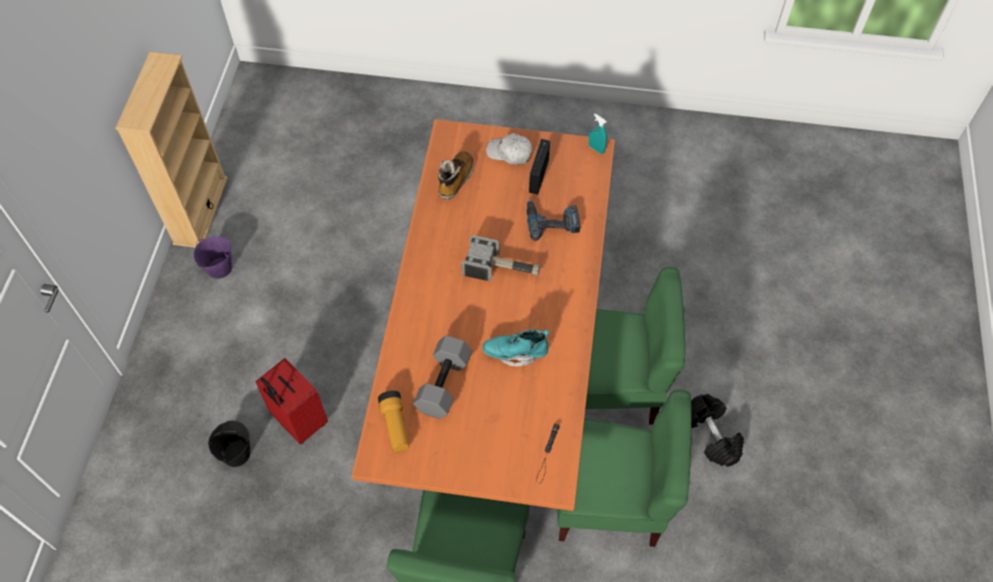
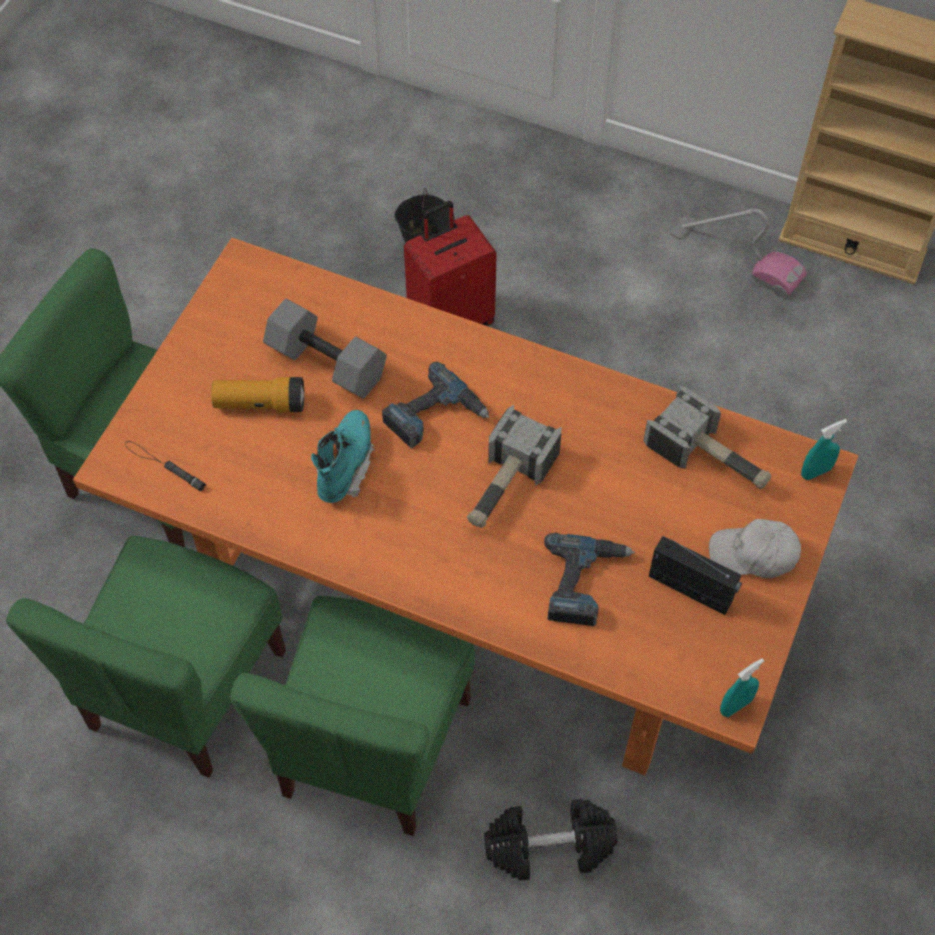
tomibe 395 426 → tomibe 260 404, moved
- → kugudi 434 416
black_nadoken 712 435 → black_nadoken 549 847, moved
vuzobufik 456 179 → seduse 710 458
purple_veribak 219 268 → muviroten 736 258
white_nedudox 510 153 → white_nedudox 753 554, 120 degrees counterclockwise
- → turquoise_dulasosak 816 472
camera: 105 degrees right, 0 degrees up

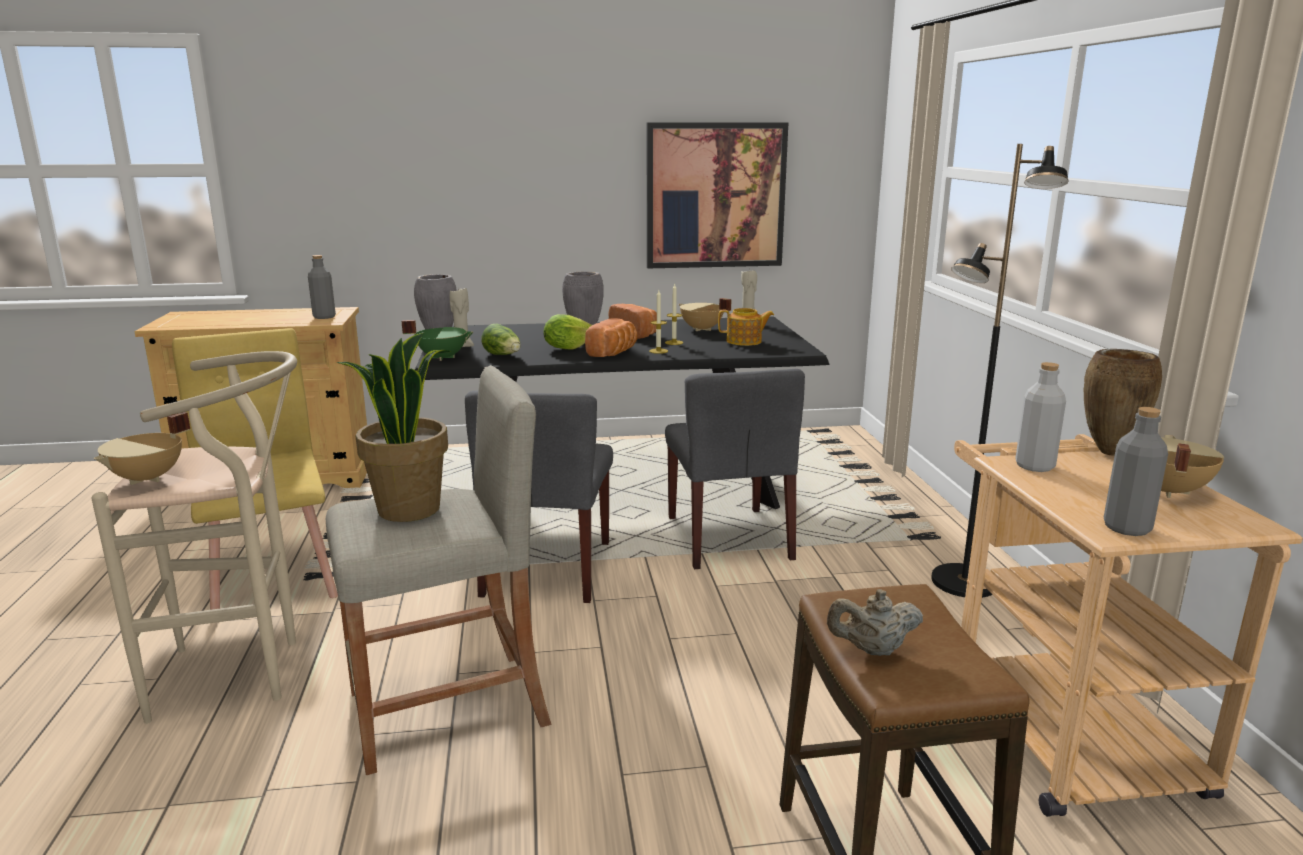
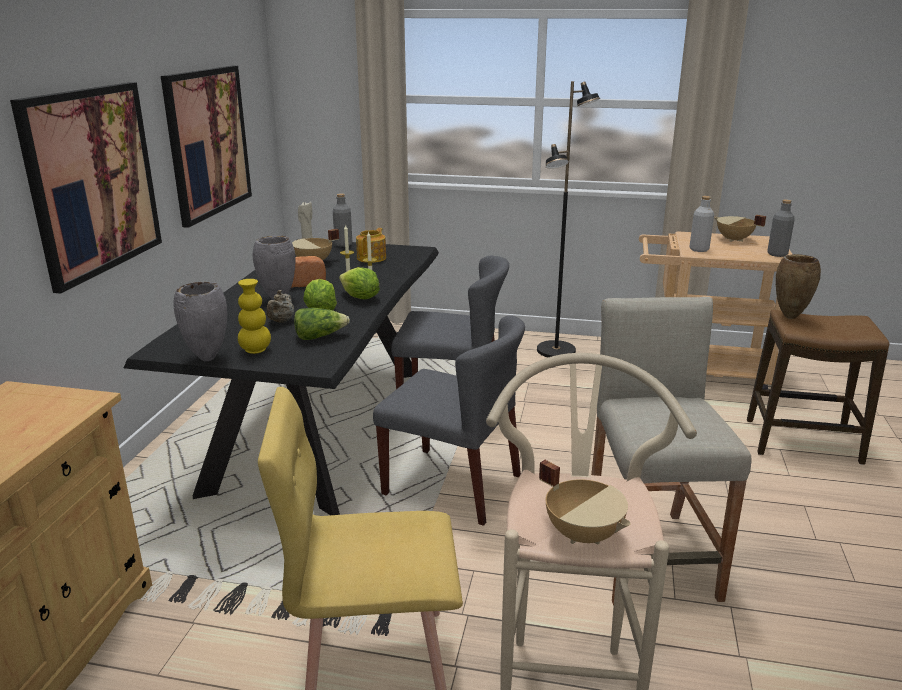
- → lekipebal 93 181
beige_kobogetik 462 346 → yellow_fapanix 255 350
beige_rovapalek 872 650 → beige_rovapalek 281 321, moved
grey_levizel 324 317 → grey_levizel 343 244, moved
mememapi 614 353 → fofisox 360 298
brown_fapanix 1109 452 → brown_fapanix 789 317, moved
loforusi 408 509 → -
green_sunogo 442 357 → -
camera: 70 degrees left, 5 degrees up

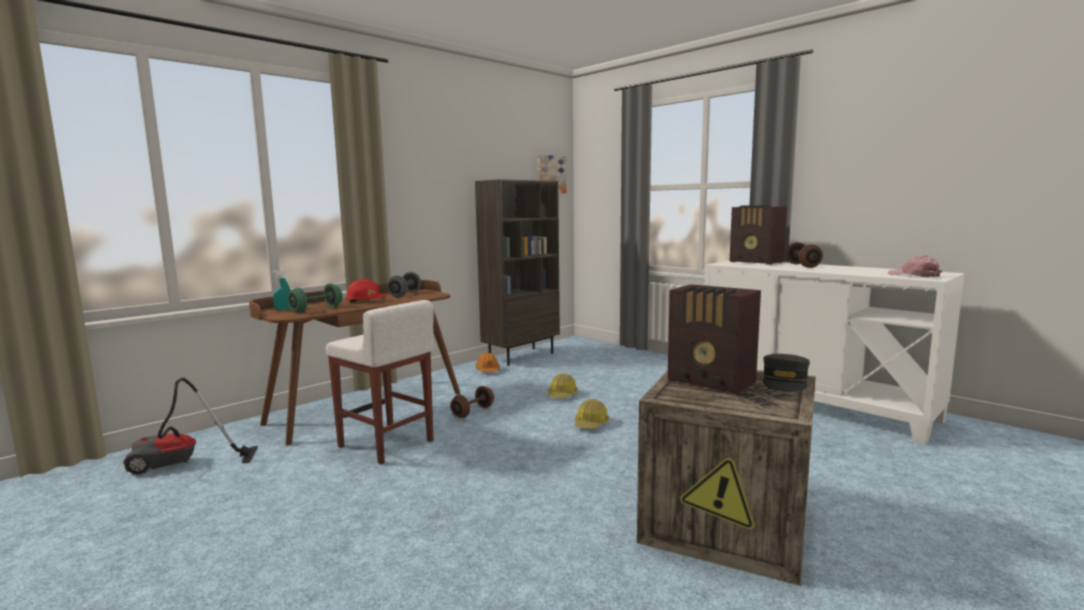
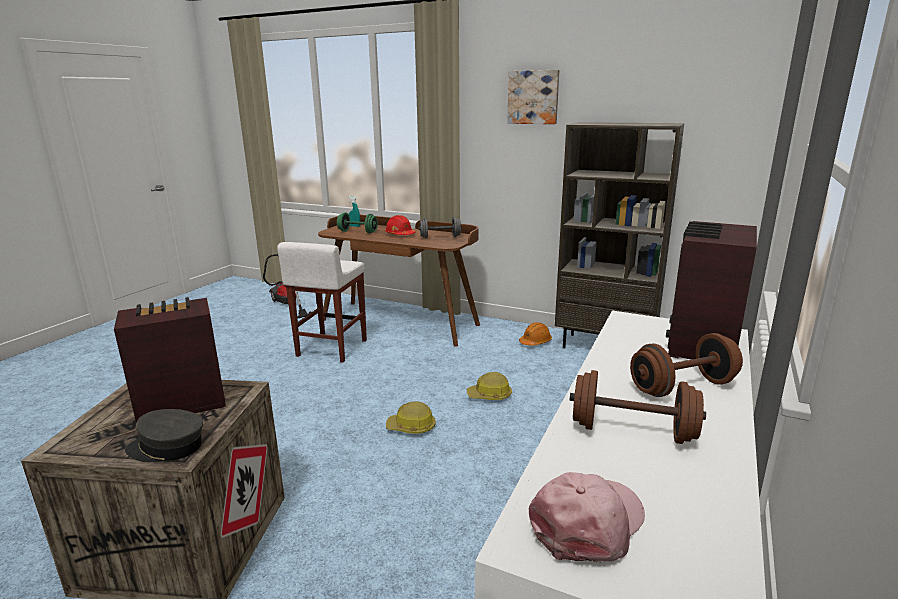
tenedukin 712 382 → tenedukin 180 404, 45 degrees clockwise
lekipebal 550 174 → lekipebal 533 97, moved
brown_nadoken 473 412 → brown_nadoken 632 431, moved
camera: 70 degrees right, 10 degrees up

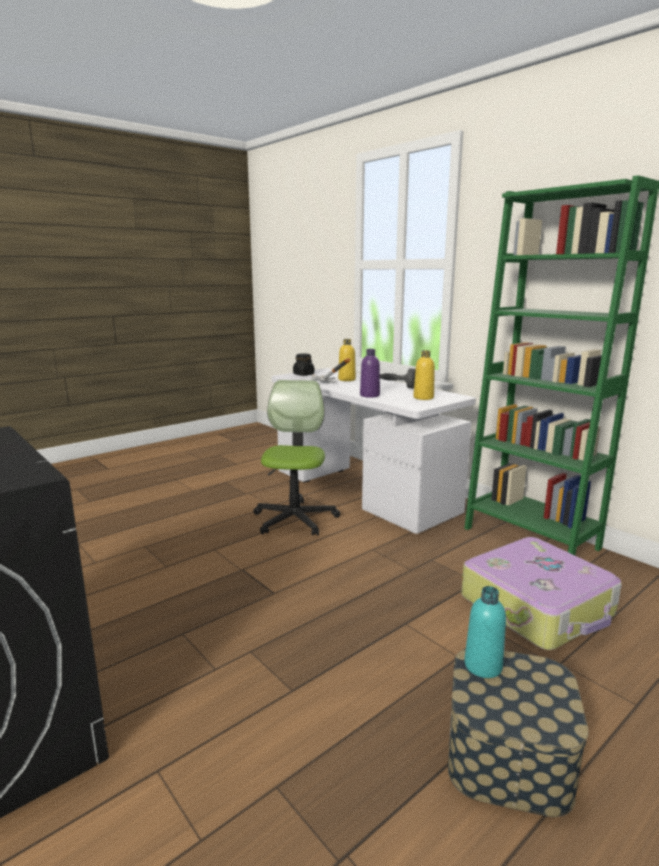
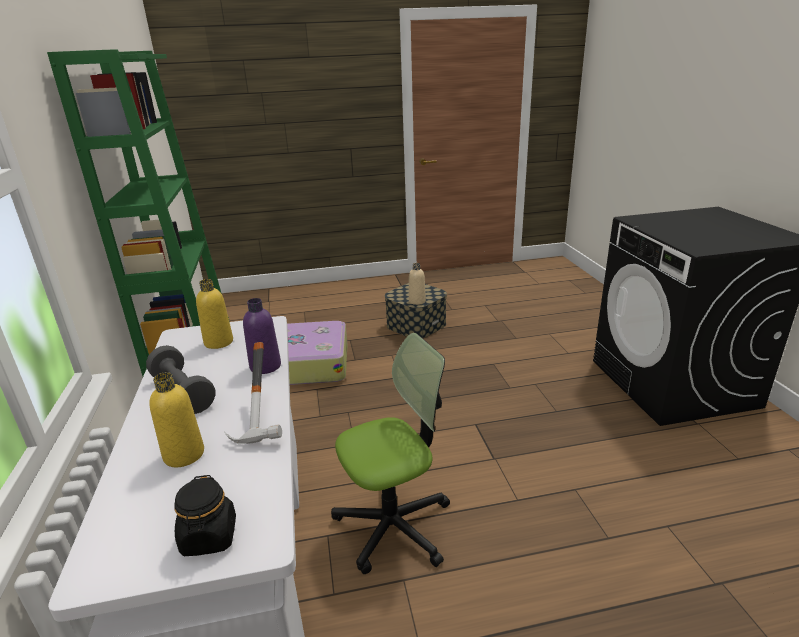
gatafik 295 519 → gatafik 394 525, 150 degrees counterclockwise
turquoise_levizel 483 666 → beige_levizel 417 301
camera: 150 degrees left, 10 degrees up

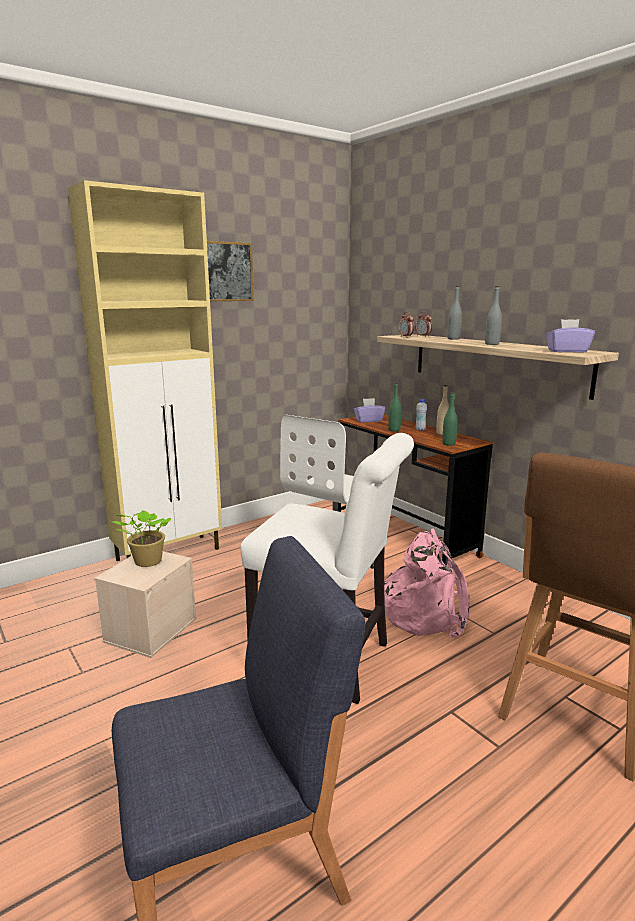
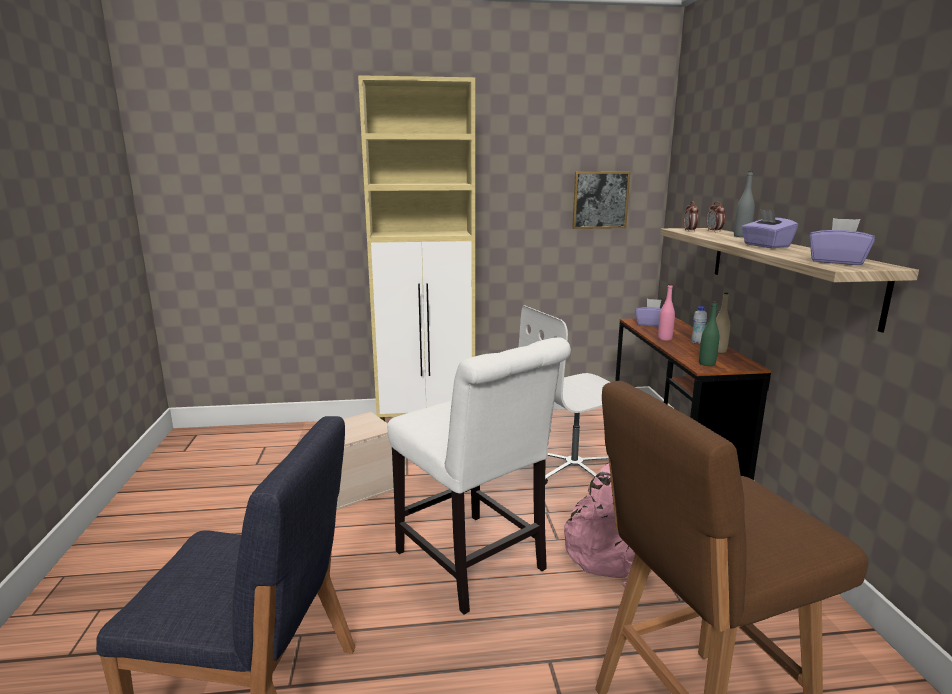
lekipebal 226 271 → lekipebal 600 200, moved
green_levizel 394 430 → pink_levizel 665 338
grey_levizel 492 344 → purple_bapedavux 765 246
loforusi 146 562 → -
camera: 30 degrees right, 0 degrees up

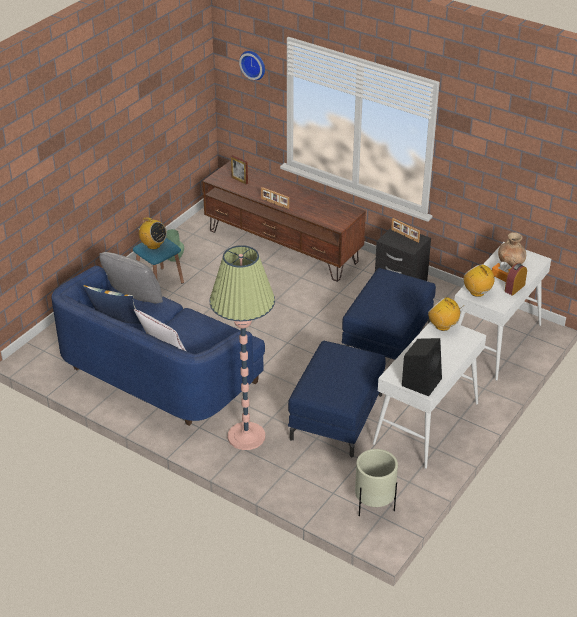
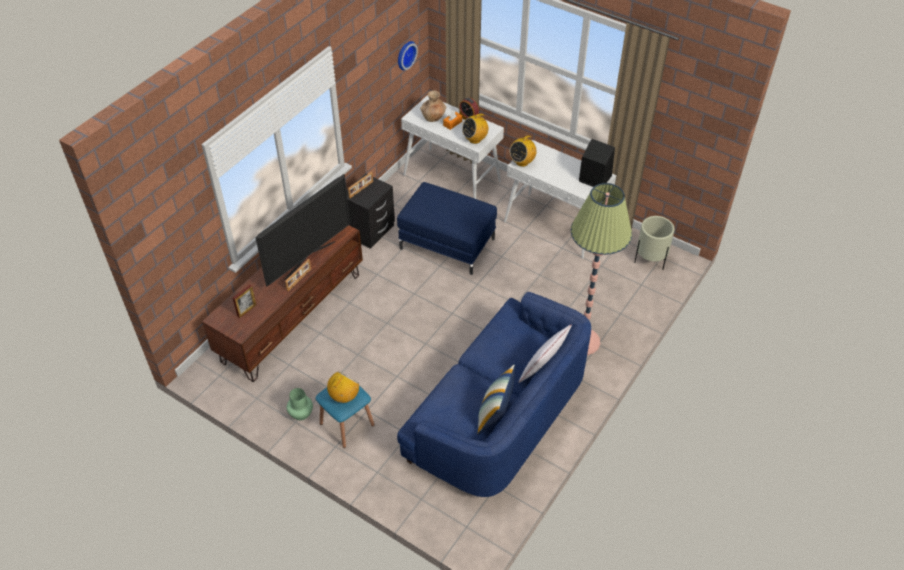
- → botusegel 309 259
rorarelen 253 64 → rorarelen 405 54, moved
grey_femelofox 133 300 → -
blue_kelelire 337 417 → -
camera: 90 degrees left, 10 degrees up

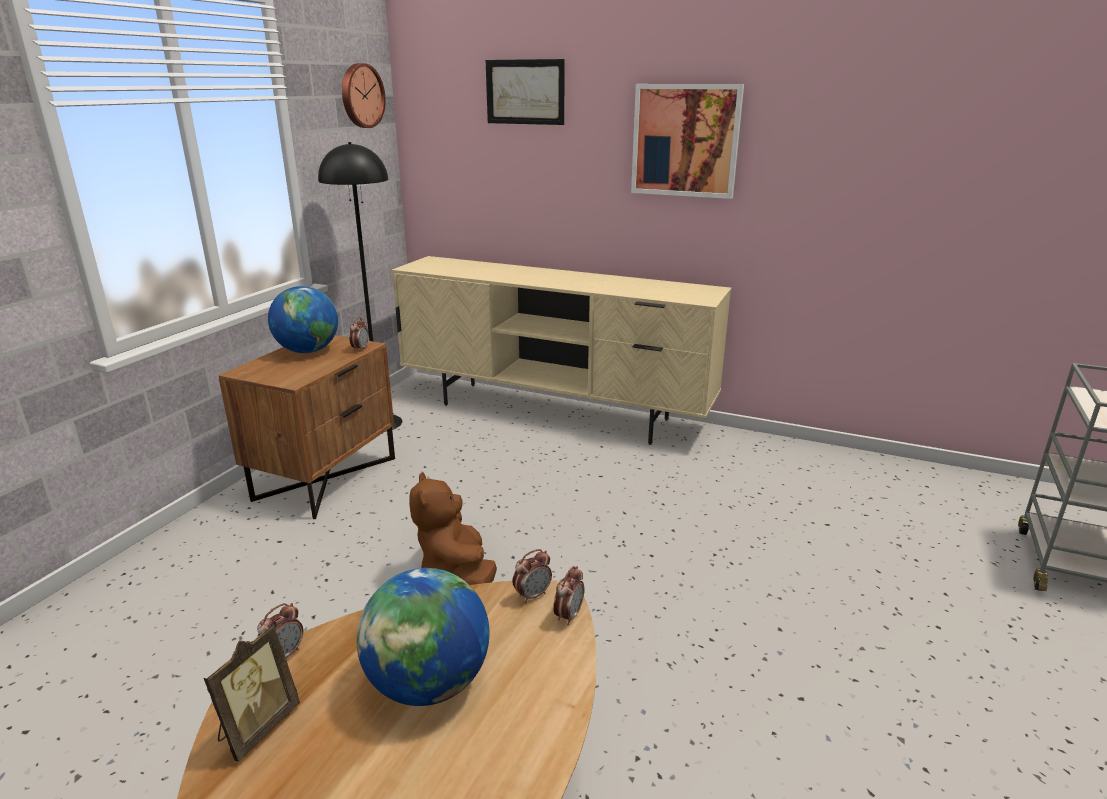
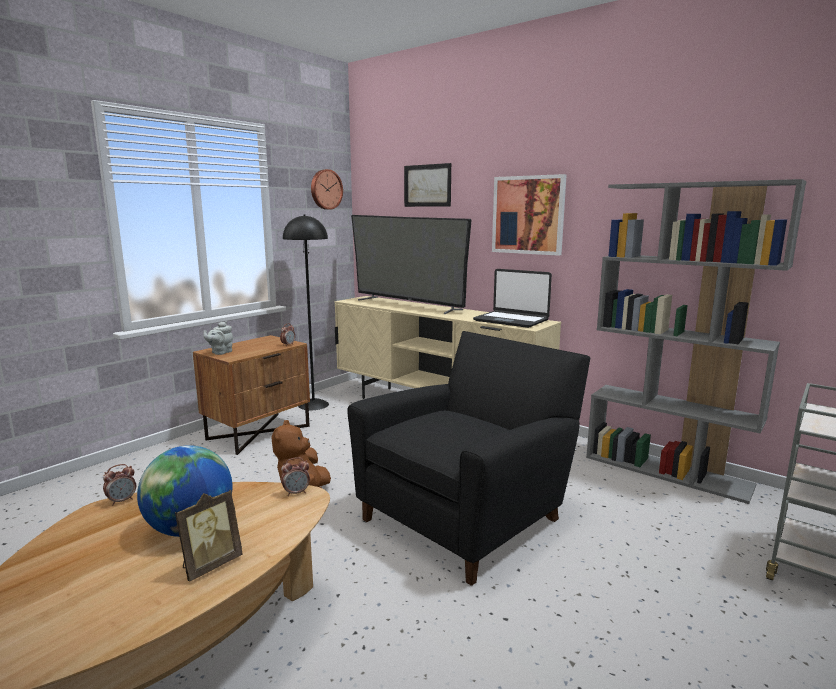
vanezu 257 727 → vanezu 210 565, moved
- → grey_rovapalek 220 352
- → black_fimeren 468 515
- → botusegel 407 304
- → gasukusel 511 320
- → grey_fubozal 667 471
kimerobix 308 351 → -
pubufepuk 568 615 → -
camera: 15 degrees right, 10 degrees down

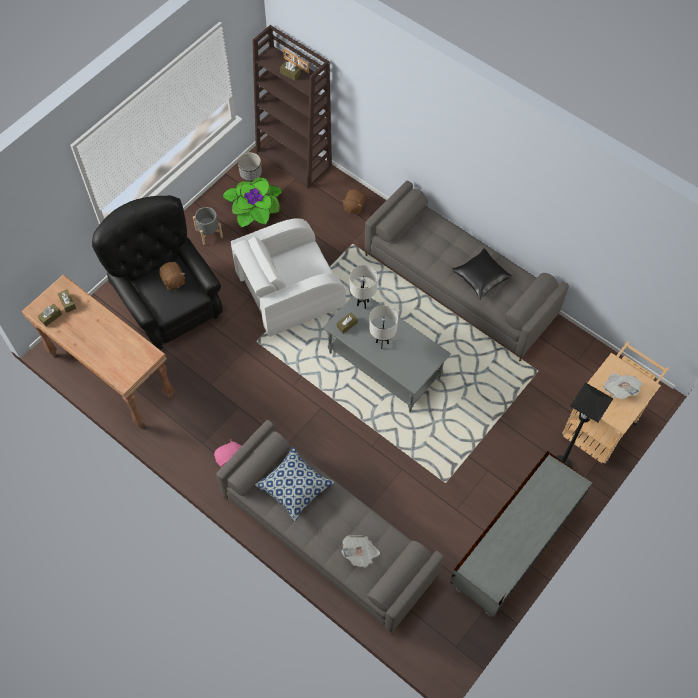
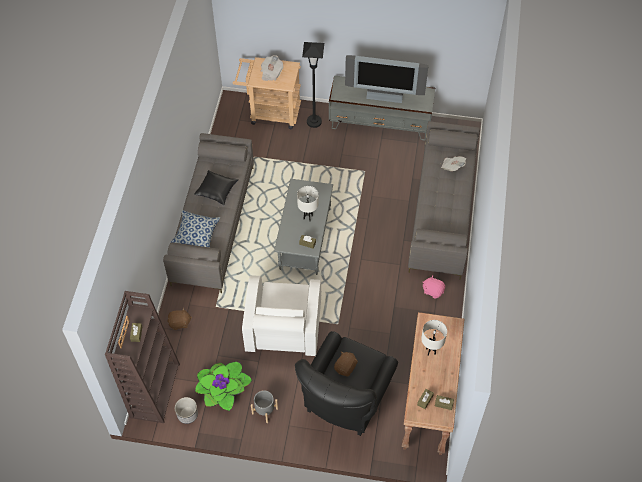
femelofox 294 487 → femelofox 196 234, moved
white_fimeren 289 292 → white_fimeren 283 325, 60 degrees clockwise
- → botusegel 385 94
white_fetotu 363 303 → white_fetotu 430 351, moved
camera: 120 degrees left, 5 degrees down

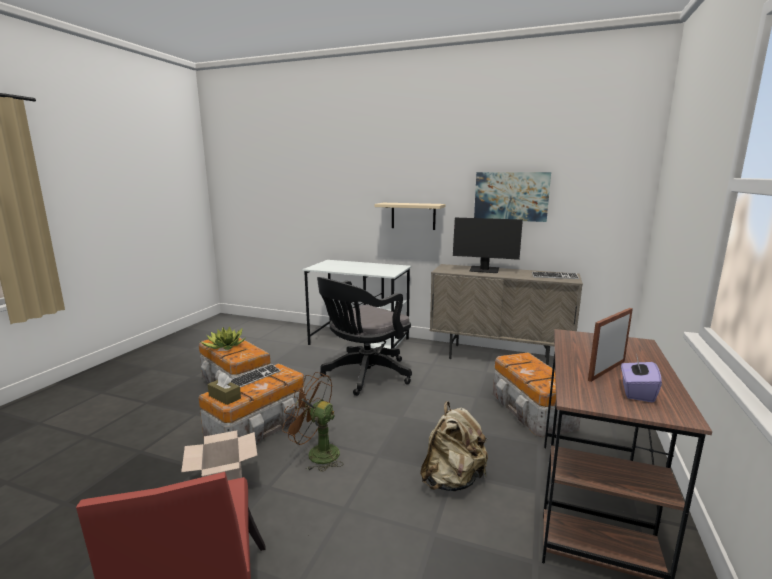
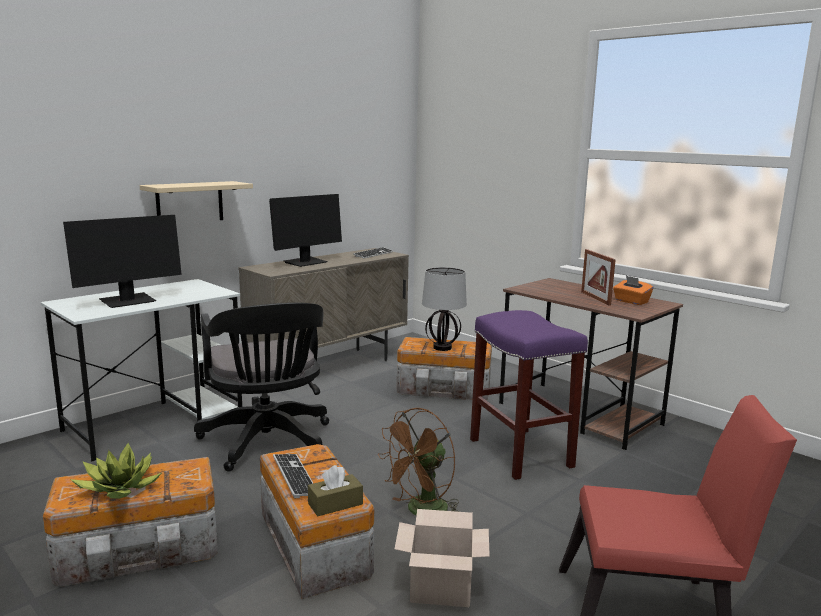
- → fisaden 128 301
- → fetotu 443 348
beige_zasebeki 452 480 → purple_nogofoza 519 452
purple_bapedavux 636 392 → orange_bapedavux 631 301
lekipebal 511 196 → -
camera: 65 degrees left, 0 degrees up

